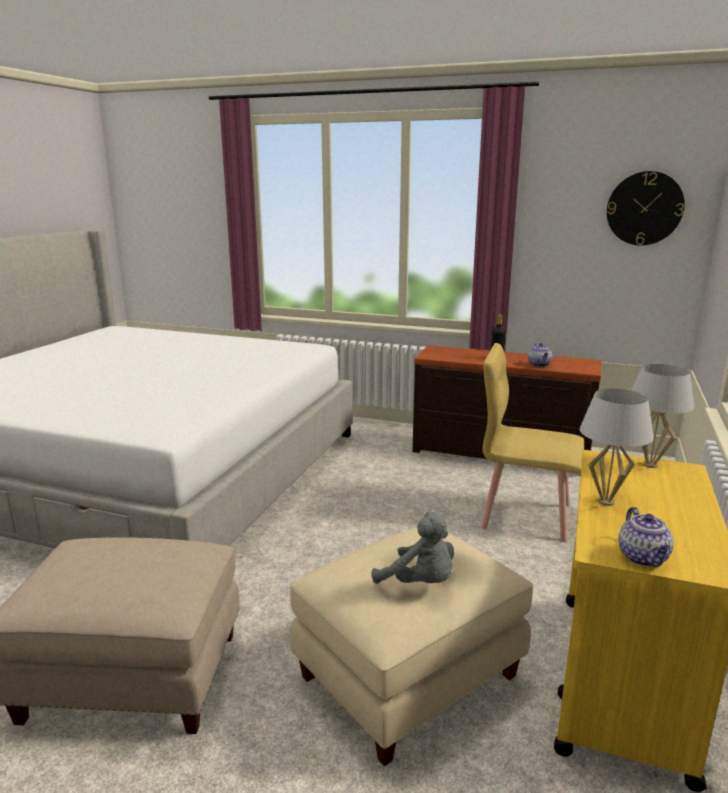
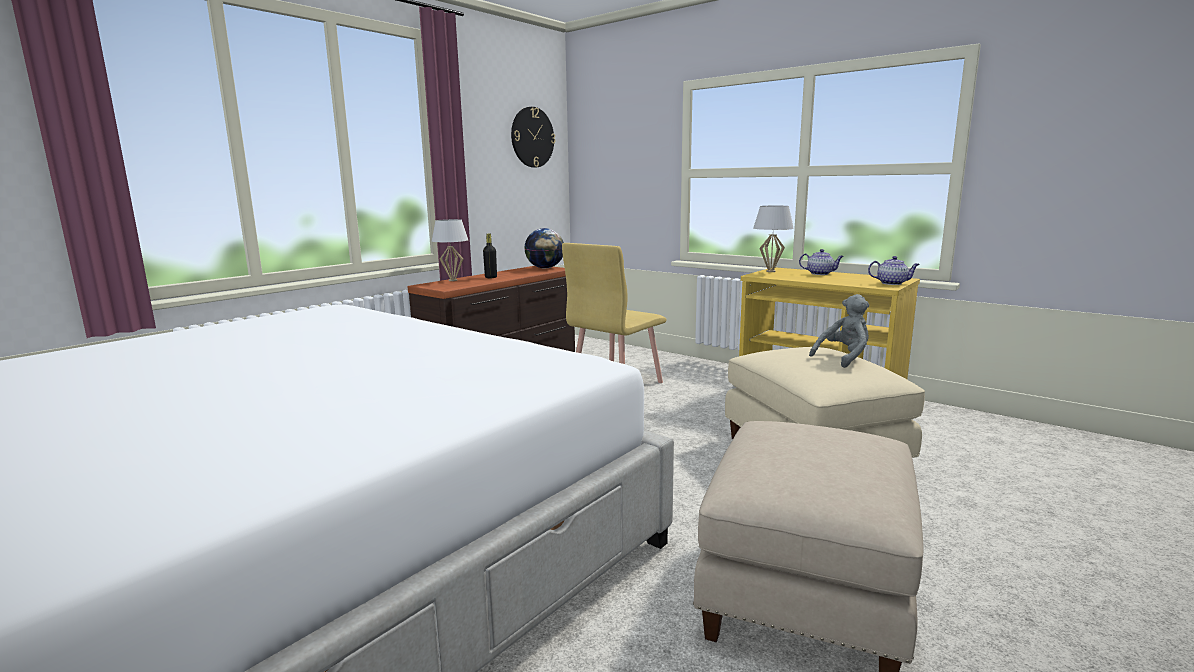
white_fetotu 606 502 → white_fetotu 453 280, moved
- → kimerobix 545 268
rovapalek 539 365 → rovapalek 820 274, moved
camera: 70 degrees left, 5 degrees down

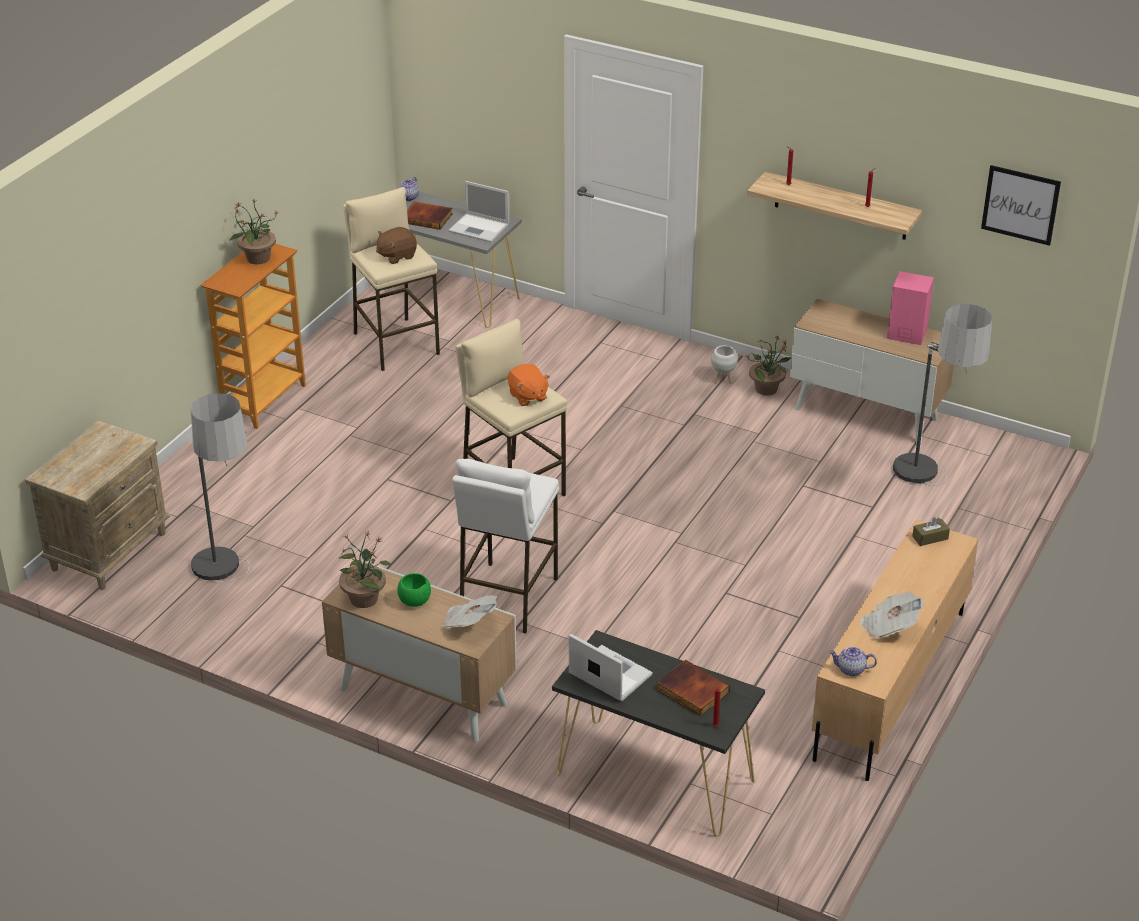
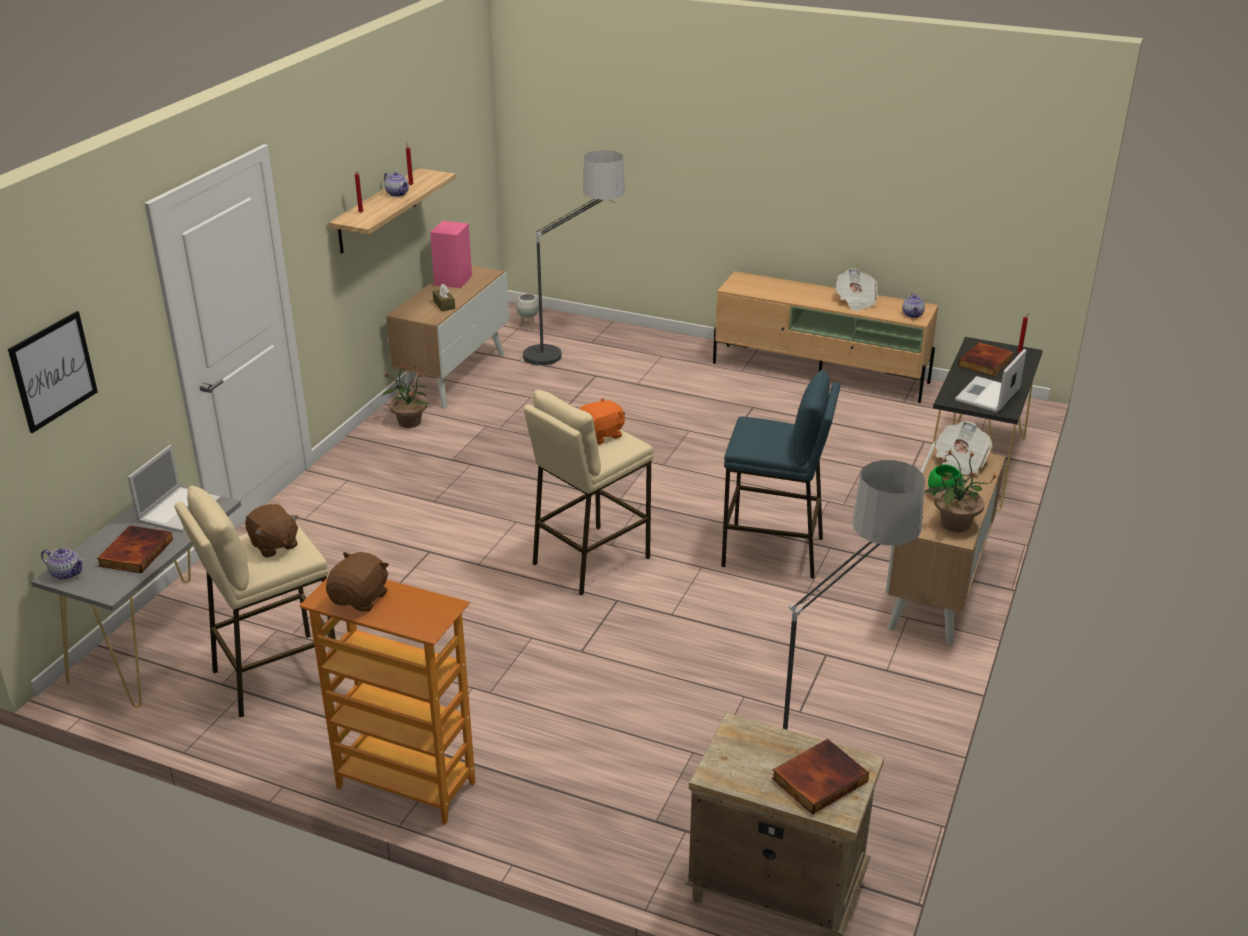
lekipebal 1020 205 → lekipebal 53 371, moved
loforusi 257 258 → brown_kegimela 360 599
- → rovapalek 398 194
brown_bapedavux 930 538 → brown_bapedavux 444 305, moved
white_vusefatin 723 380 → white_vusefatin 528 326, moved
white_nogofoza 507 598 → blue_nogofoza 773 552
- → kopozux 819 778
camera: 95 degrees left, 5 degrees down

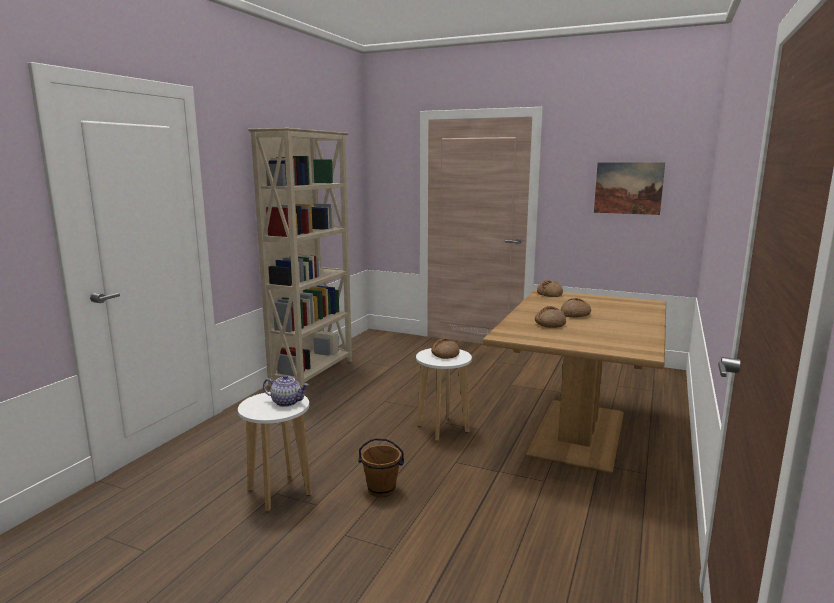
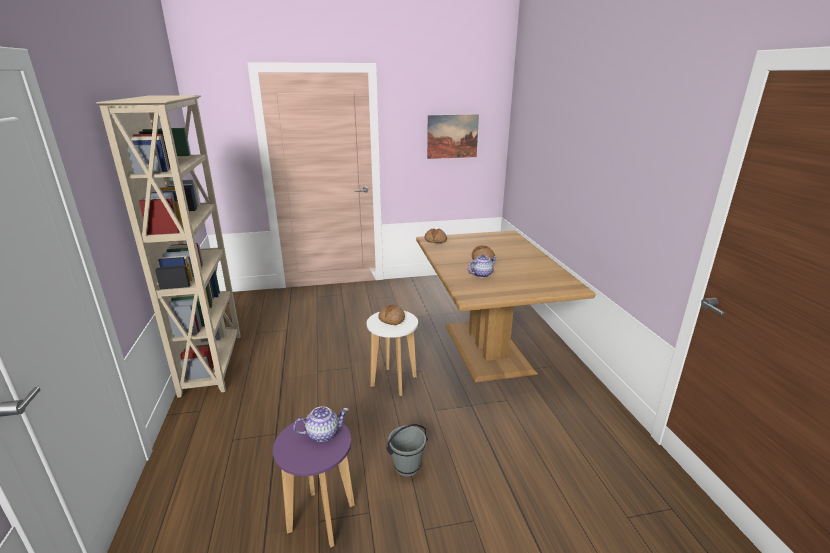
white_nogofoza 279 492 → purple_nogofoza 321 518
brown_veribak 381 489 → grey_veribak 407 466
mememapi 549 324 → rovapalek 481 274
camera: 35 degrees left, 10 degrees up

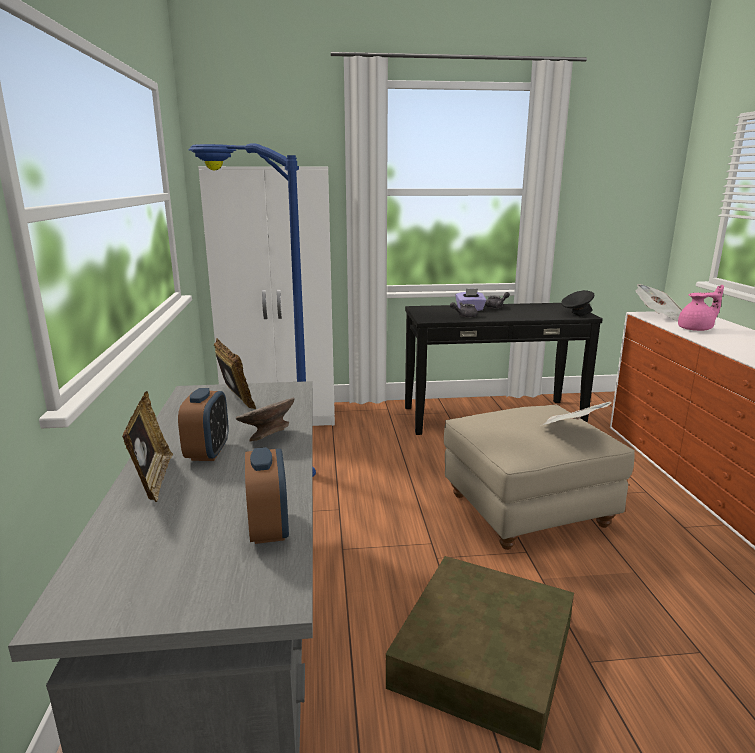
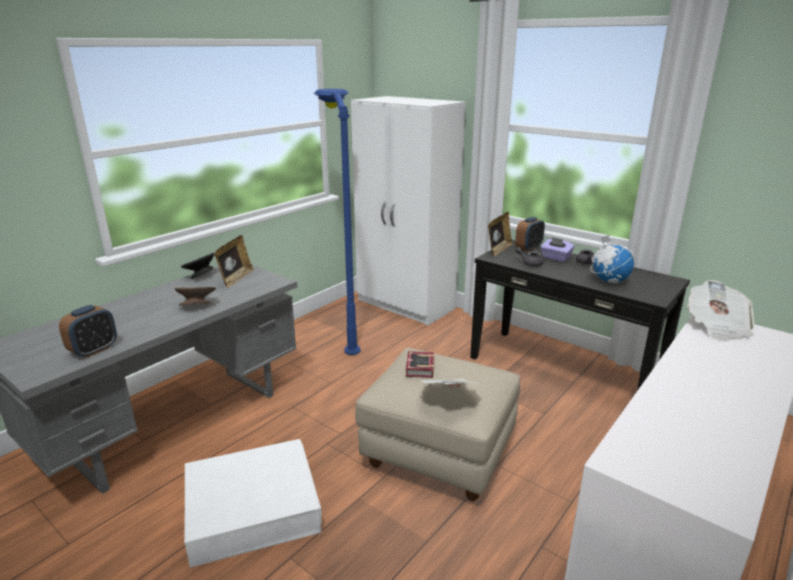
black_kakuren 576 314 → black_kakuren 200 276, moved
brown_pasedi 483 654 → white_pasedi 252 508
- → kopozux 419 369
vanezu 153 480 → vanezu 498 250, moved
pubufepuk 208 453 → pubufepuk 528 248, moved
- → kimerobix 609 281
pink_rovapalek 696 329 → -
camera: 45 degrees right, 5 degrees up

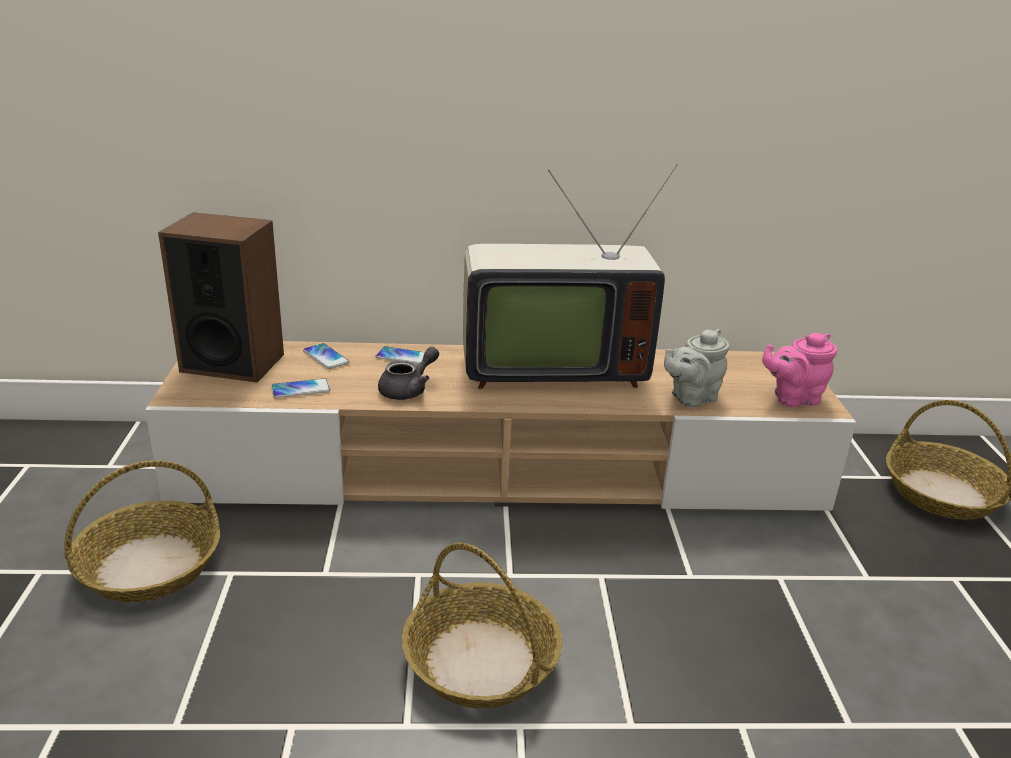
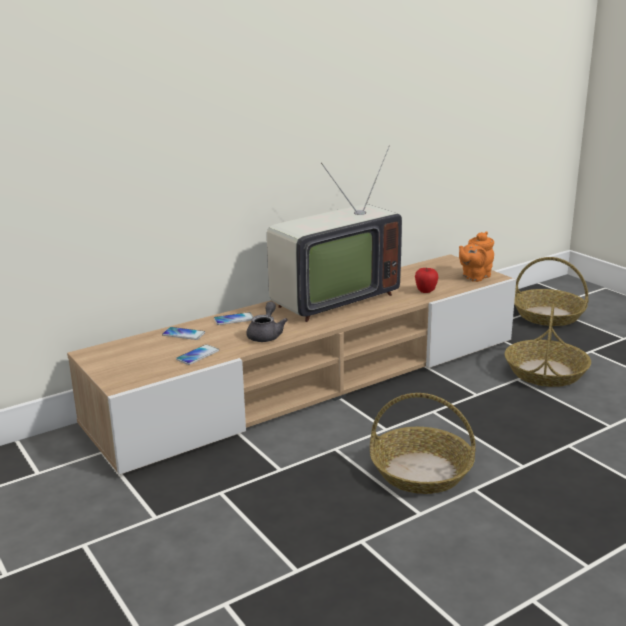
grey_rovapalek 691 397 → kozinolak 425 291
pink_rovapalek 792 398 → orange_rovapalek 474 277
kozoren 149 566 → kozoren 545 373, moved
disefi 232 362 → -
camera: 30 degrees left, 5 degrees down

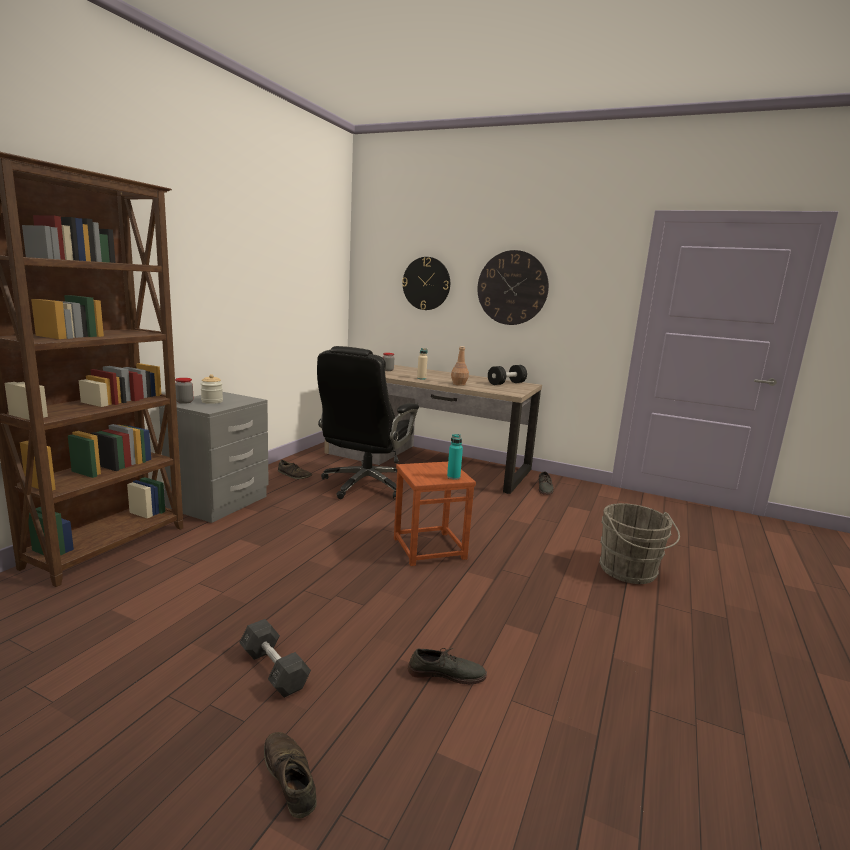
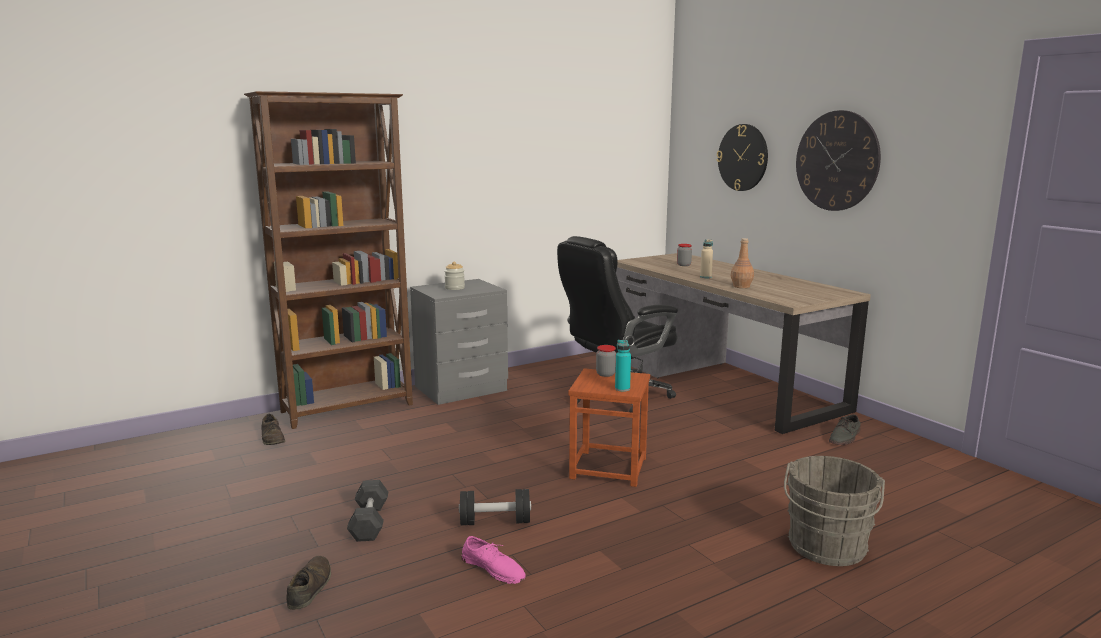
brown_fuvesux 294 475 → brown_fuvesux 272 438, moved
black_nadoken 506 383 → black_nadoken 495 521, moved
grey_fuvesux 446 673 → pink_fuvesux 493 568
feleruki 184 402 → feleruki 605 374, moved
camera: 35 degrees right, 0 degrees up

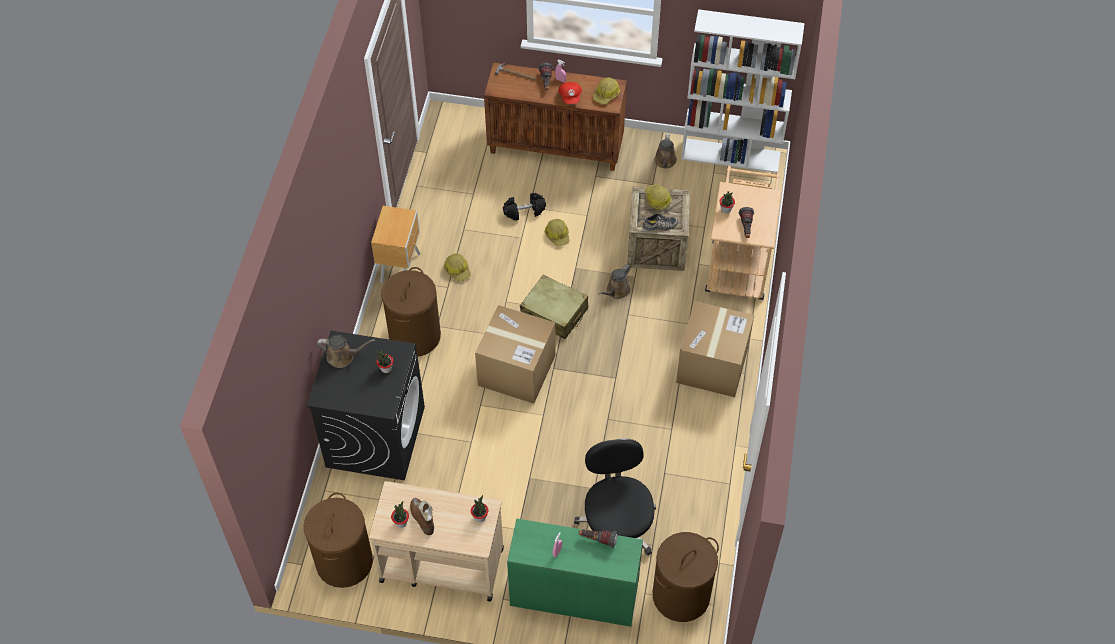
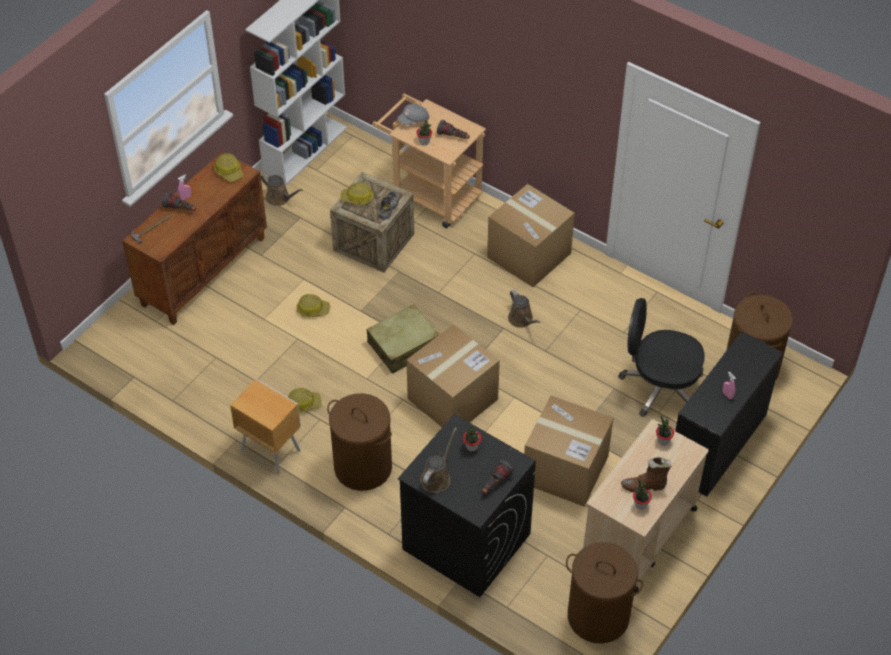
- → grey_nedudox 414 120
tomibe 597 540 → tomibe 495 484, moved
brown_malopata 616 291 → brown_malopata 521 320, moved
- → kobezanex 565 469
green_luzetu 574 594 → black_luzetu 716 444
black_nadoken 524 211 → -
red_nedudox 570 97 → -
camera: 65 degrees left, 5 degrees down

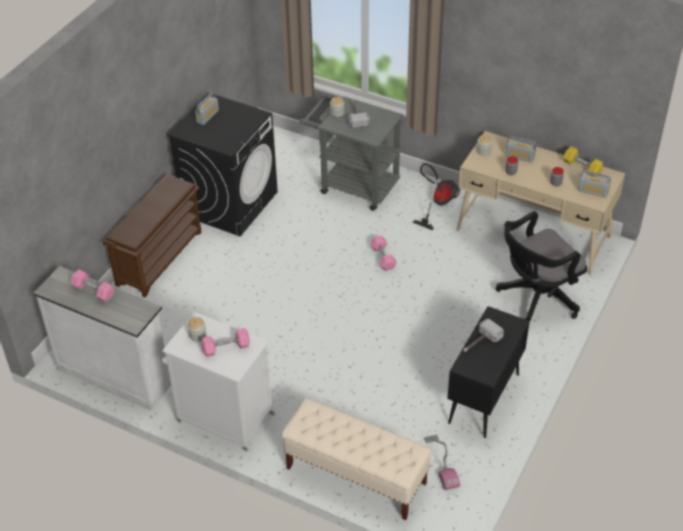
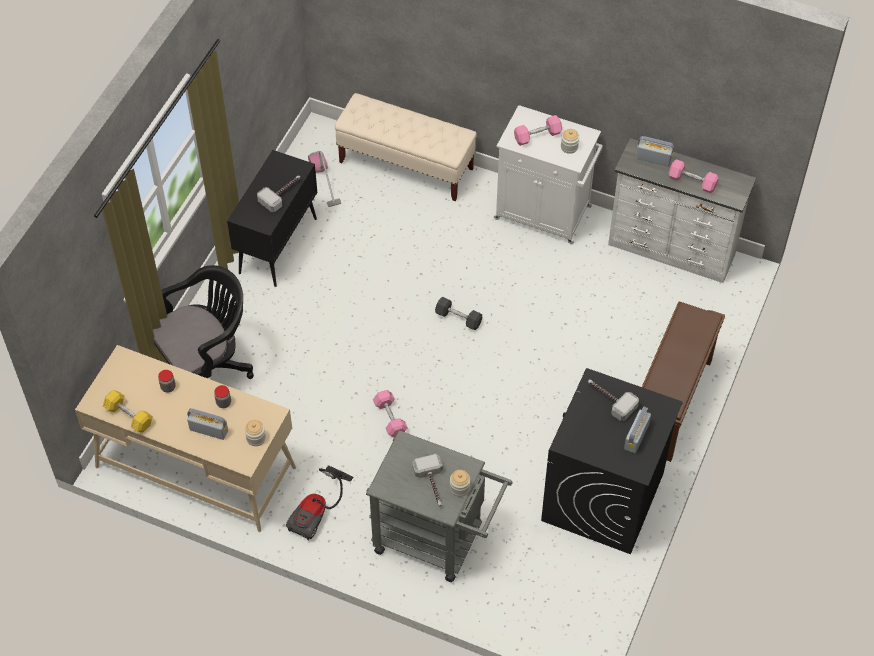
- → grey_nadoken 458 318
- → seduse 609 399
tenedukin 593 191 → tenedukin 653 159, moved
camera: 175 degrees right, 10 degrees up

